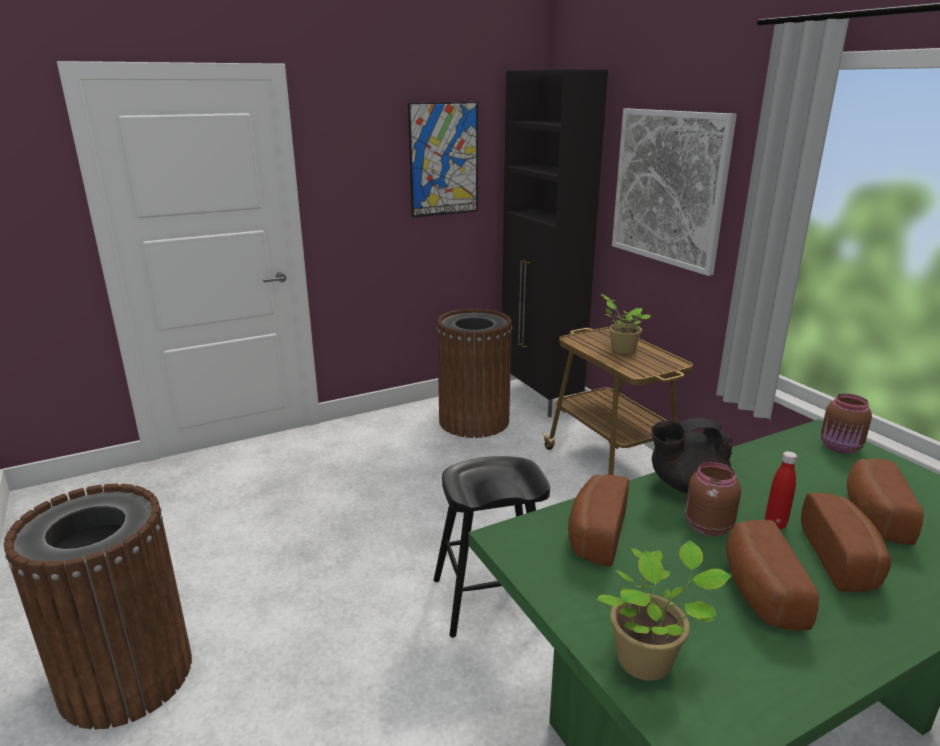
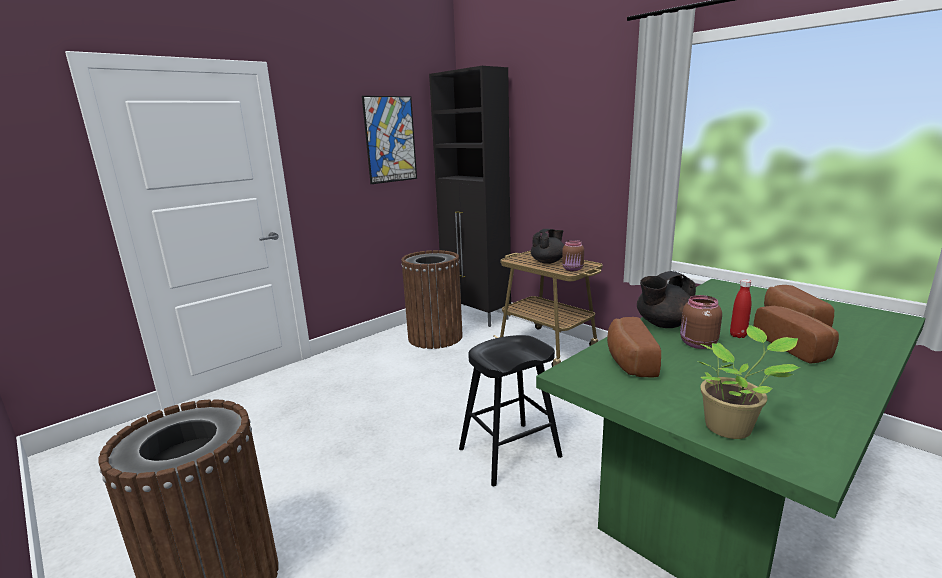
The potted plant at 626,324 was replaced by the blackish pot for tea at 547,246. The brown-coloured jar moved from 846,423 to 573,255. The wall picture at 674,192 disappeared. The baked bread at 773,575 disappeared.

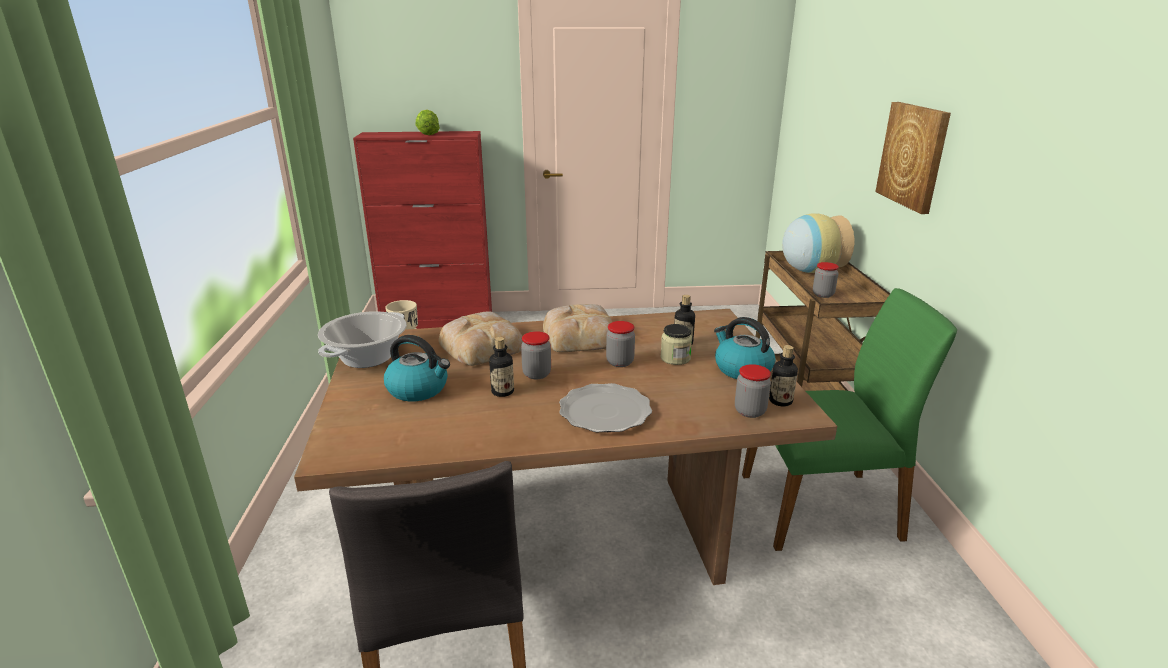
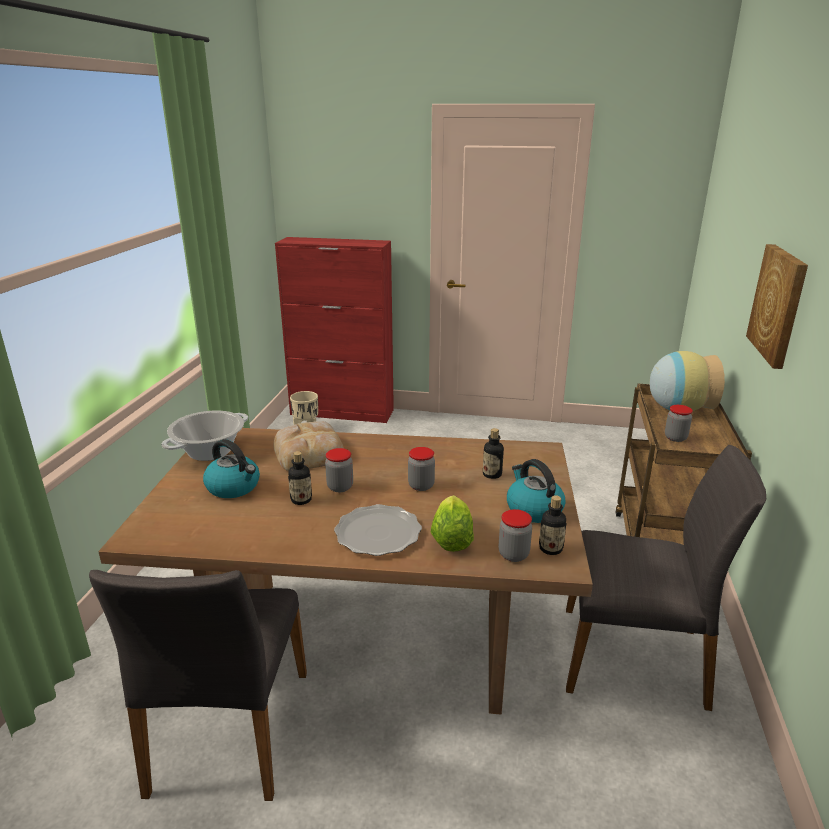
The lettuce moved from 427,122 to 452,523. The greenish plain chair at 849,419 became the greyish plain chair at 666,578. The baked bread at 577,328 disappeared. The jar at 676,344 disappeared.

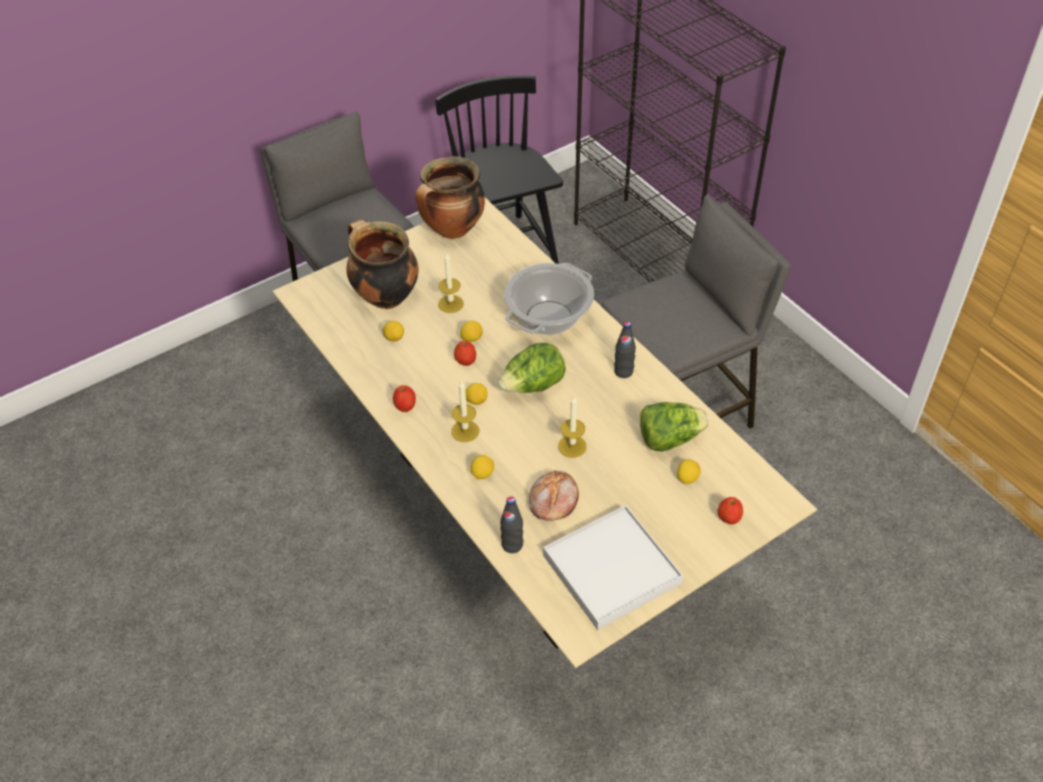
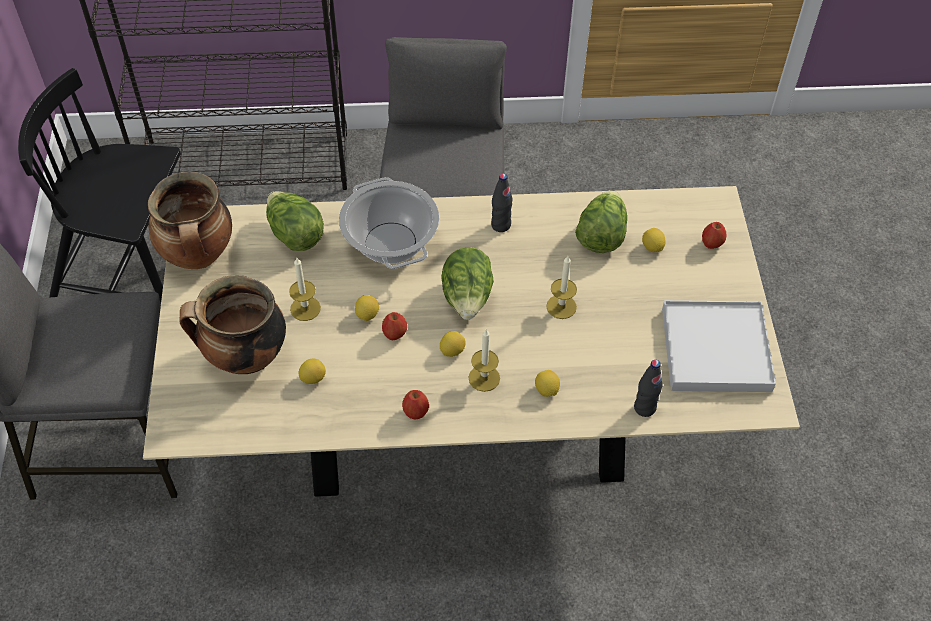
The lettuce at 295,221 appeared. The baked bread at 554,495 disappeared.

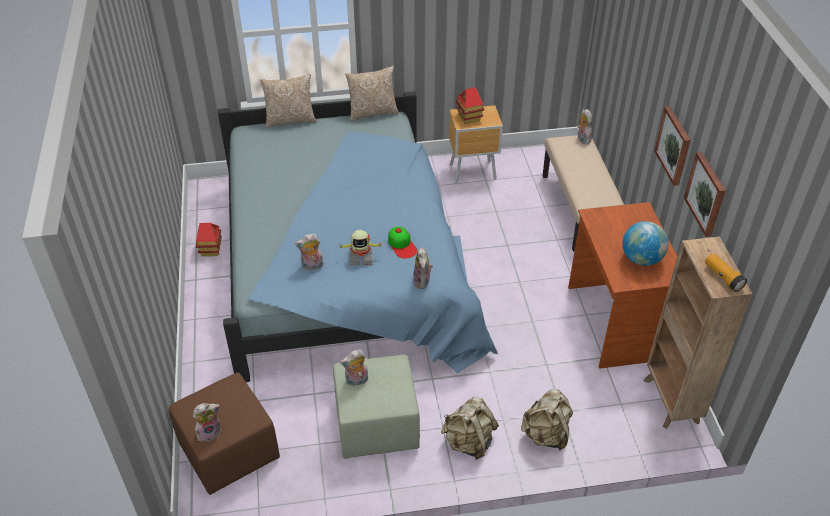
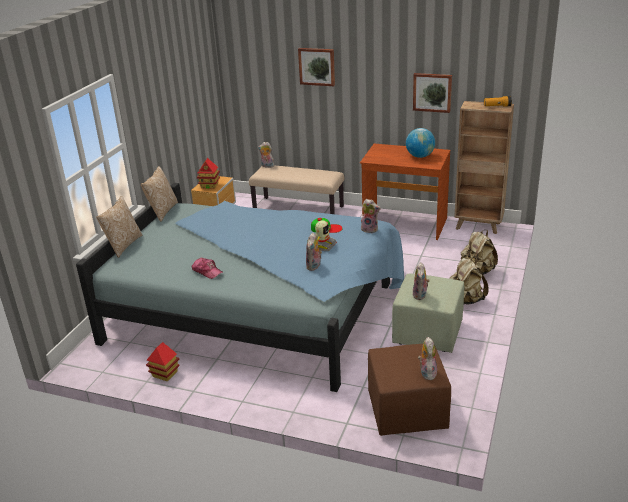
The cap at 207,268 appeared. The wall picture moved from 672,146 to 316,67.

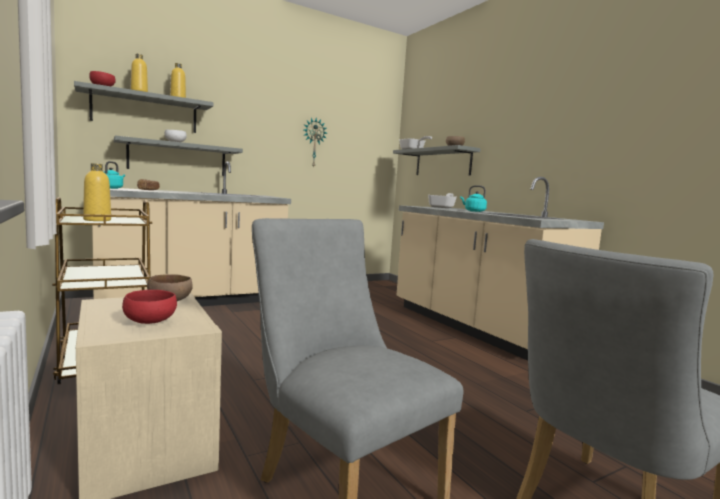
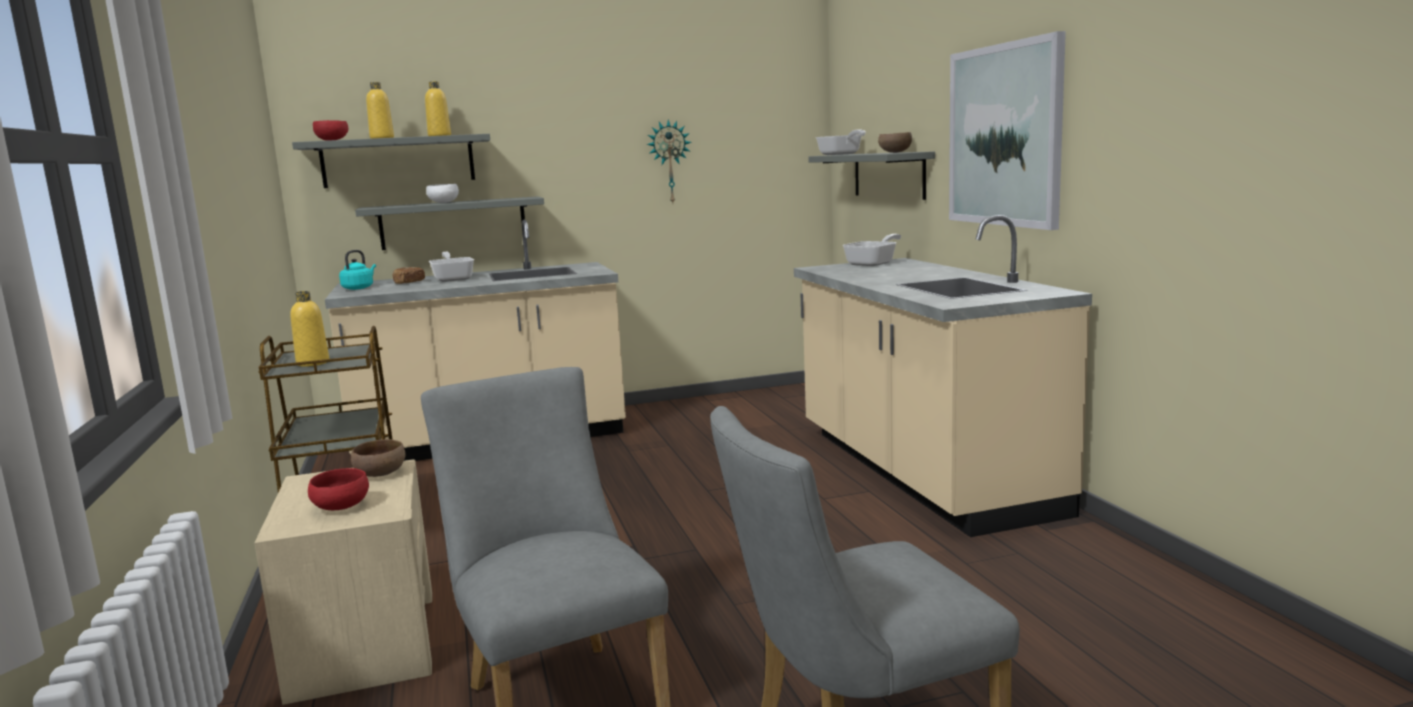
The frying pan at 451,267 appeared. The wall picture at 1007,130 appeared. The turquoise-coloured tea kettle at 473,198 disappeared.

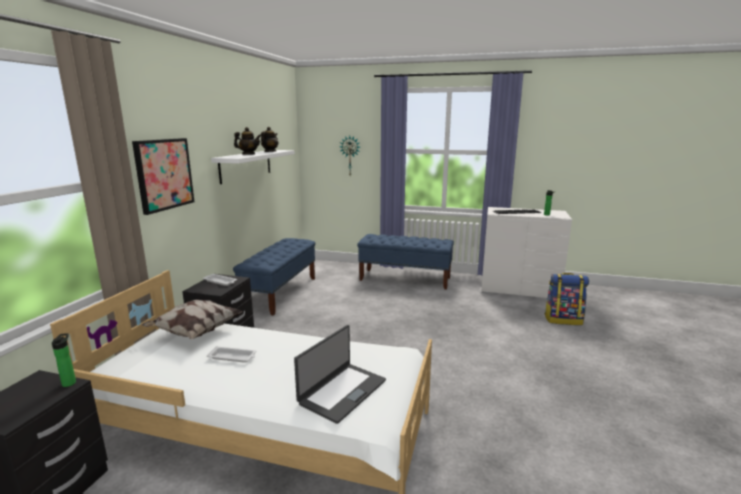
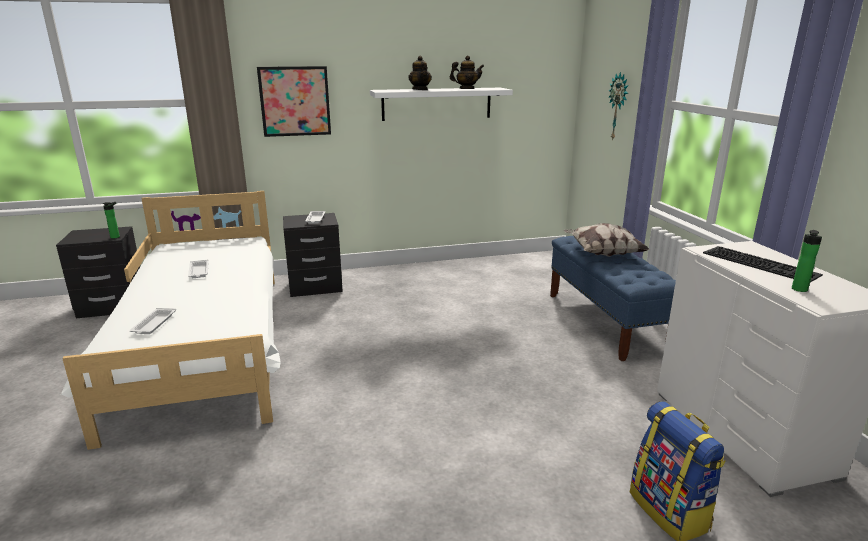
The notebook computer at 340,374 was replaced by the white serving tray at 153,321. The cushion moved from 192,319 to 607,240. The blue-coloured bench at 274,276 disappeared.

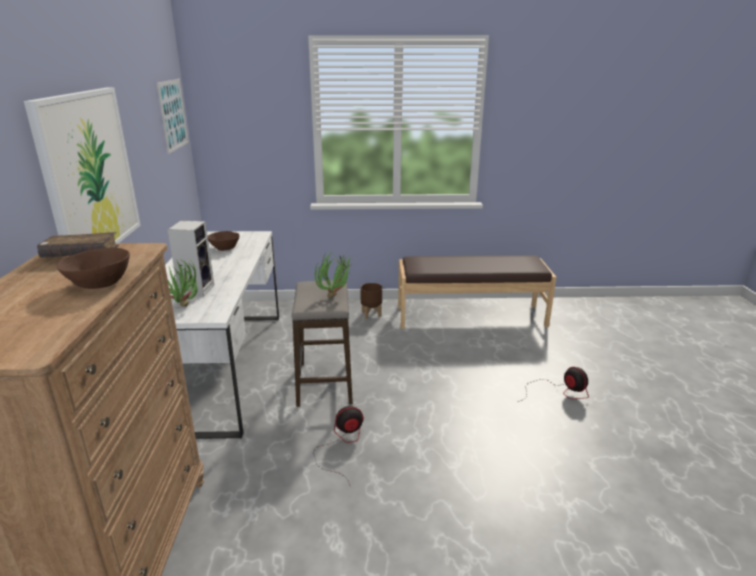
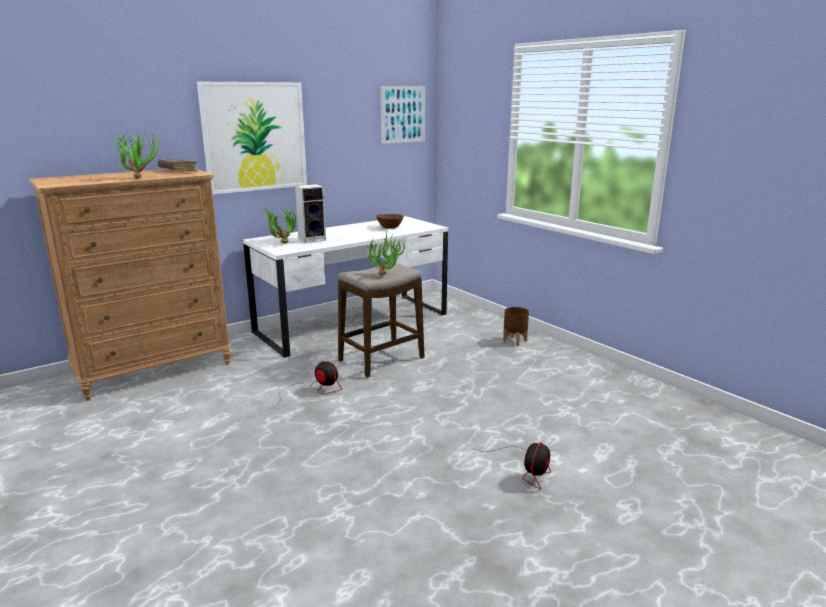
The brown-coloured bowl at 93,268 was replaced by the potted plant at 138,154. The brown-coloured bench at 477,292 disappeared.

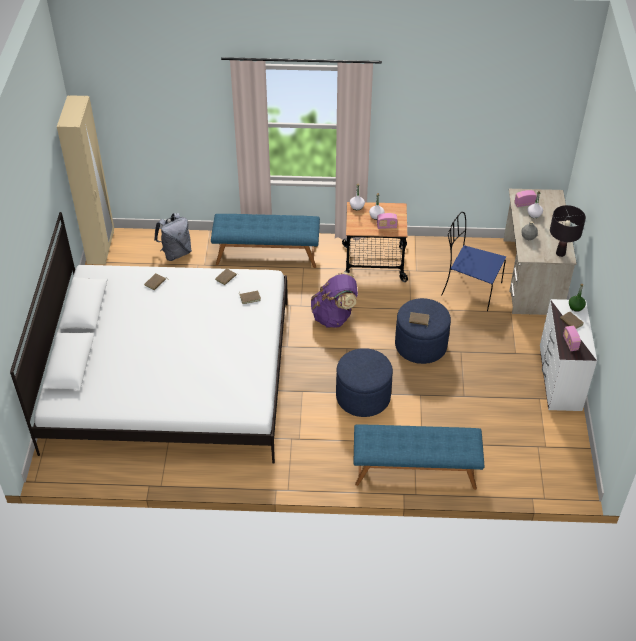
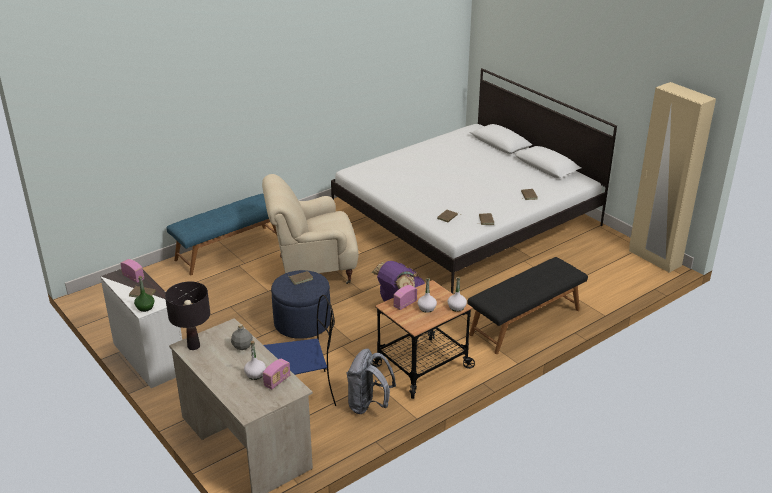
The blue-coloured ottoman at 364,382 was replaced by the sand-coloured easy chair at 310,229. The greyish rucksack moved from 173,237 to 371,381. The blue-coloured bench at 265,241 became the blackish bench at 528,305.

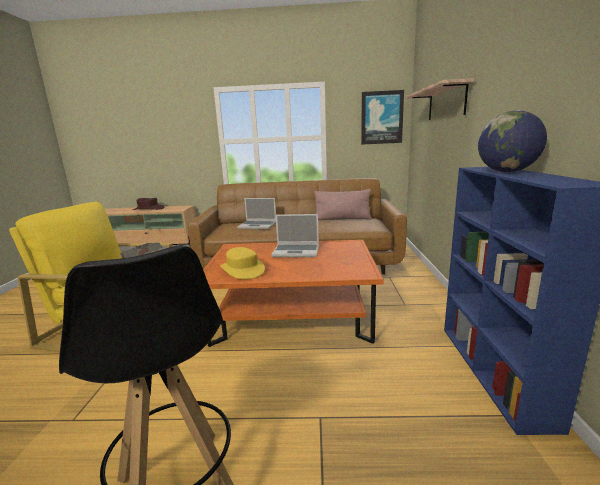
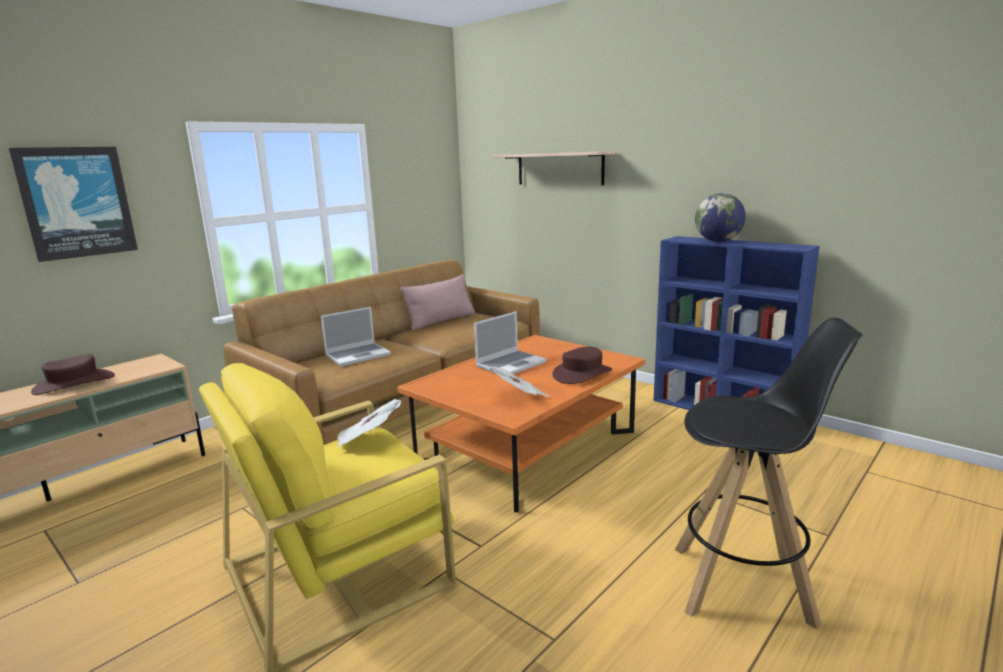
The wall picture moved from 382,117 to 73,204. The yellowish clothing hat at 242,263 was replaced by the daily paper at 518,381. The brown-coloured clothing hat at 582,365 appeared.

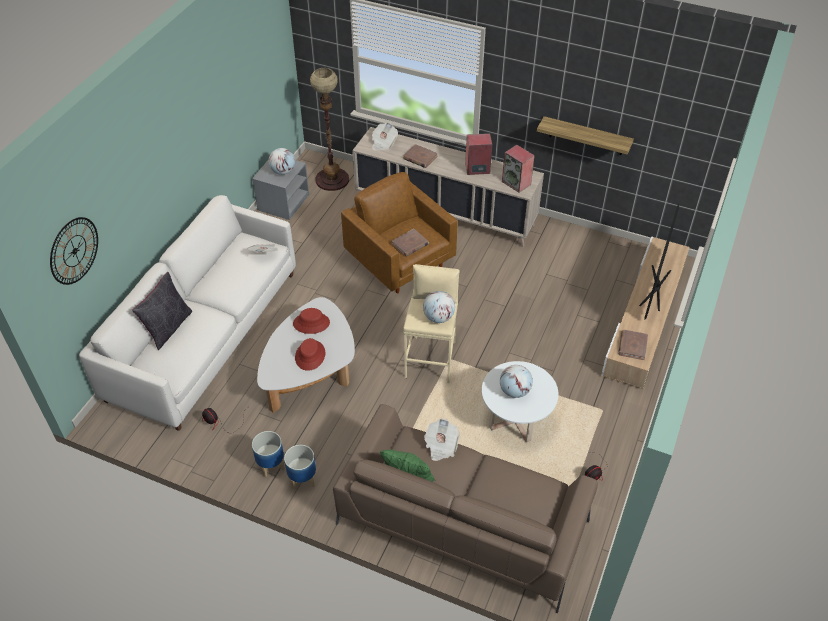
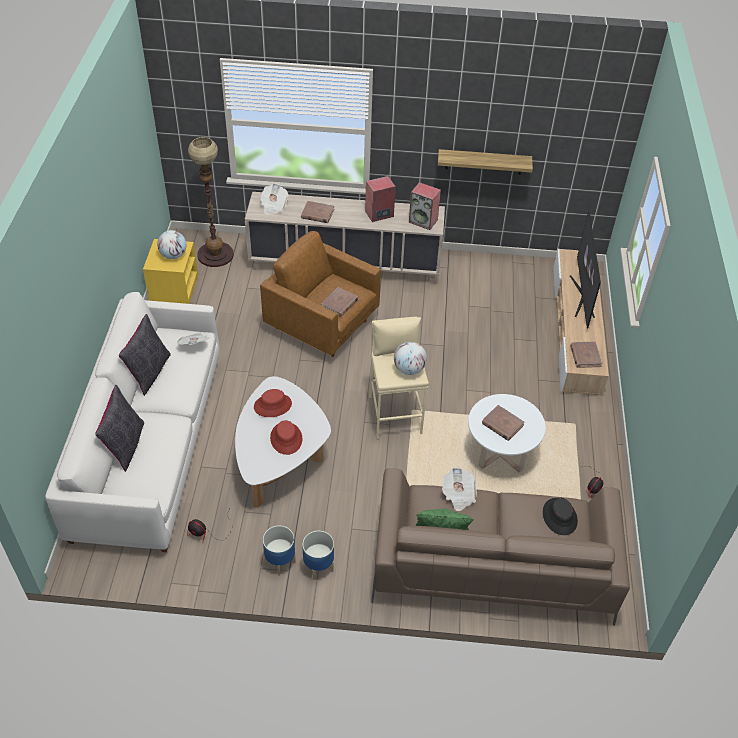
The blackish cushion at 145,355 appeared. The greyish bedside table at 280,189 became the yellowish bedside table at 170,271. The world globe at 516,381 was replaced by the brown-coloured bound book at 503,423. The blackish clothing hat at 560,516 appeared. The hanging clock at 74,251 disappeared.

